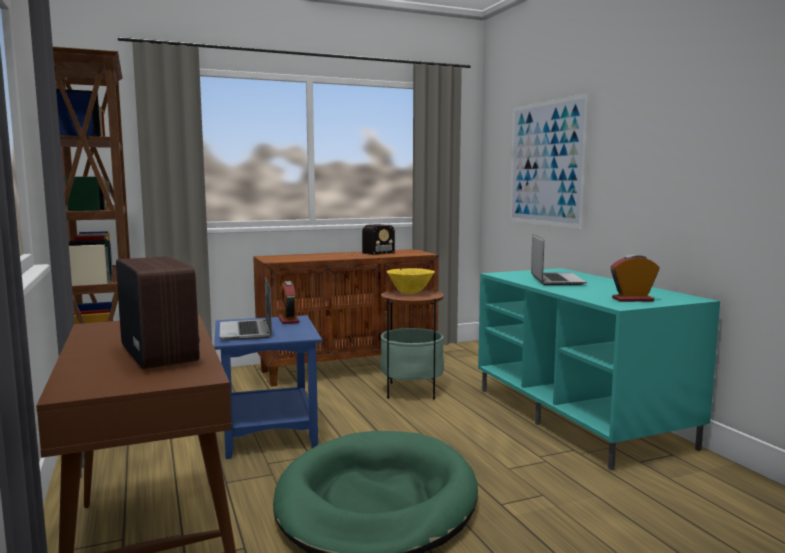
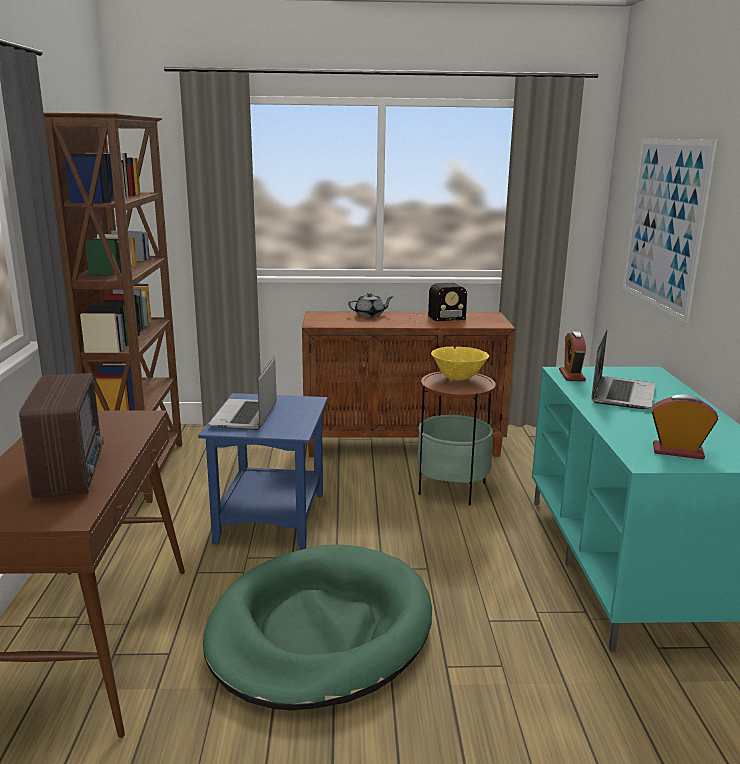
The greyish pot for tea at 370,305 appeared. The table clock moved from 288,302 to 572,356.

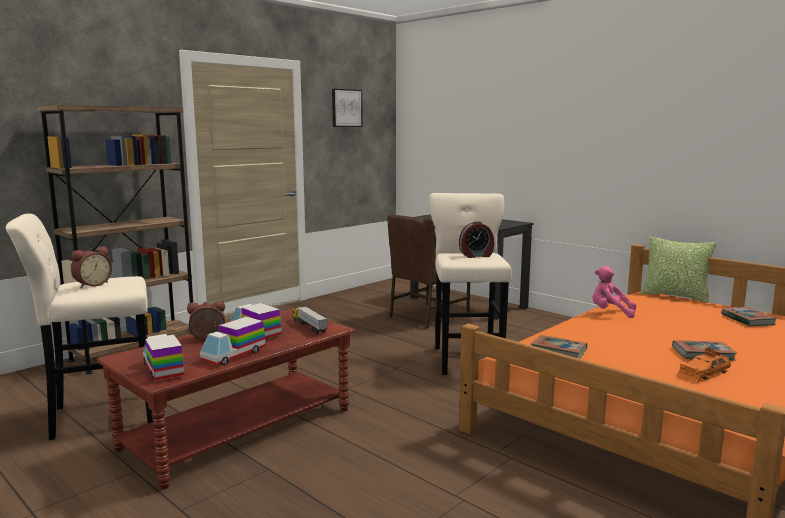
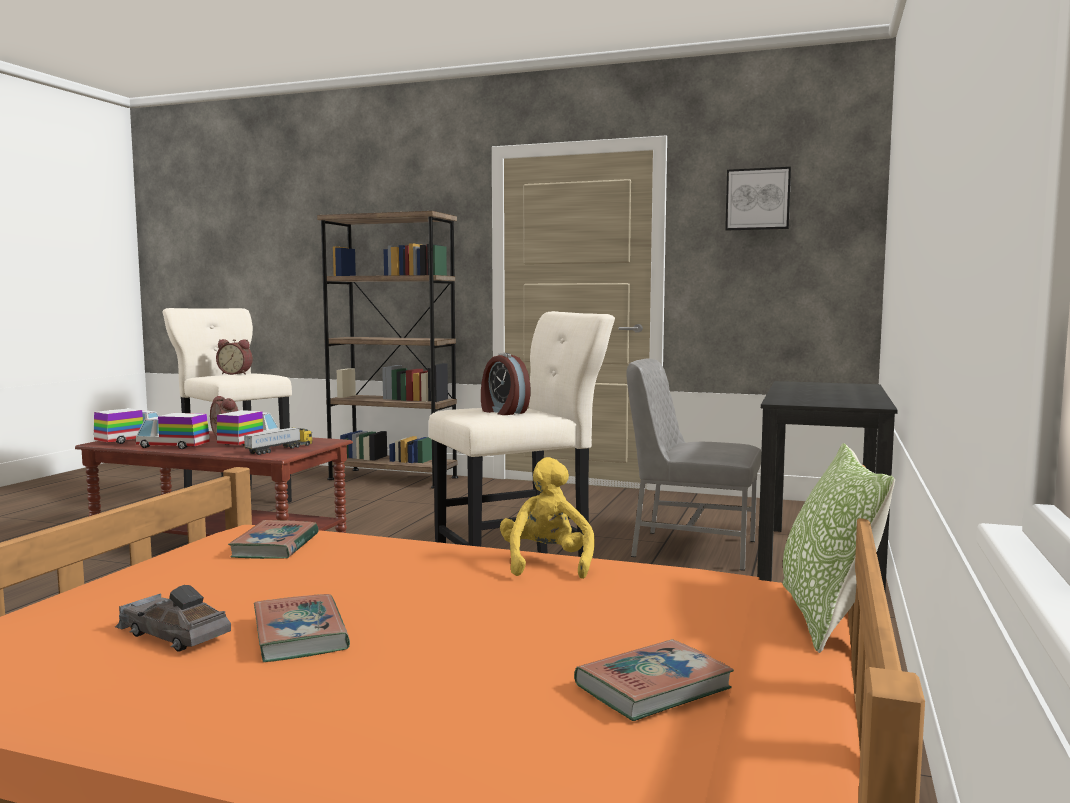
The orange model car at 703,365 became the greyish model car at 173,618. The pinkish soft toy at 614,292 became the yellowish soft toy at 547,518. The brown-coloured plain chair at 428,271 became the greyish plain chair at 693,465.

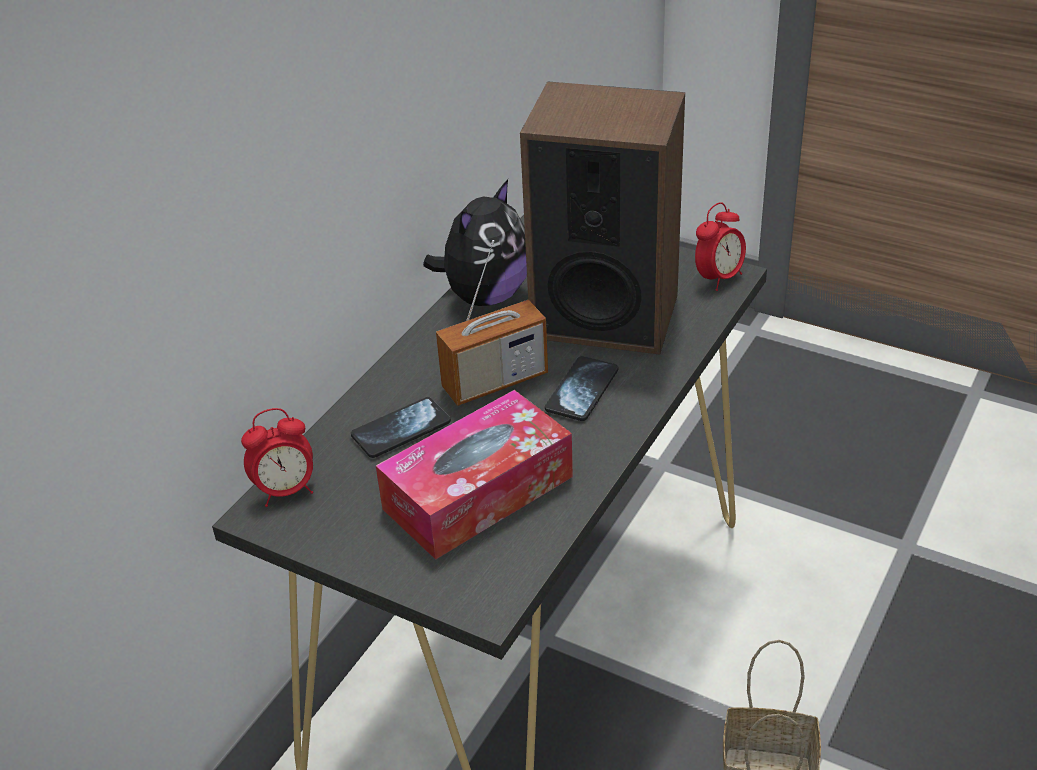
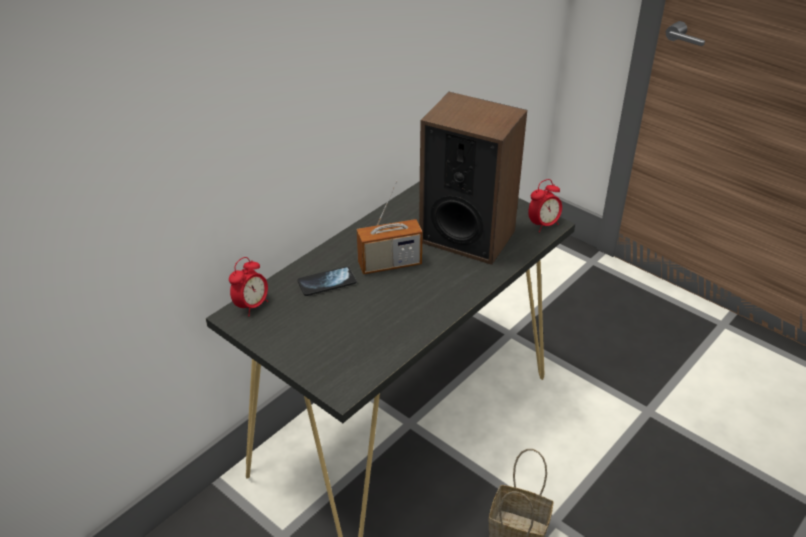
The table clock at 277,457 turned 45 degrees counterclockwise. The tissue holder at 474,475 disappeared. The soft toy at 475,242 disappeared. The phone at 581,388 disappeared.

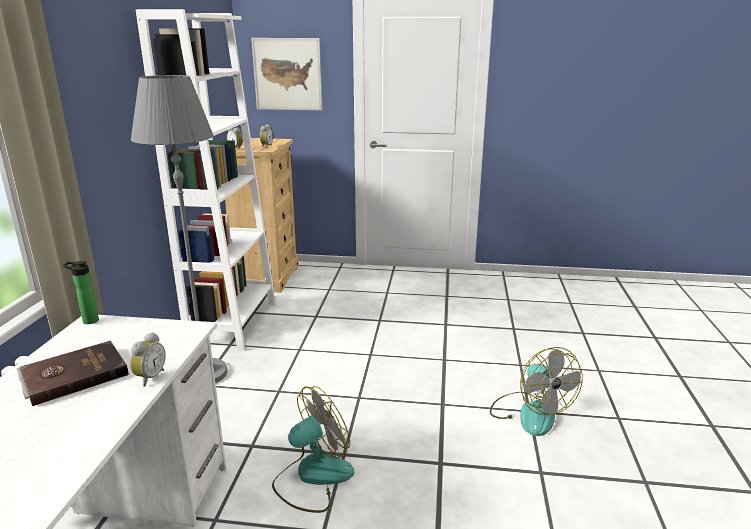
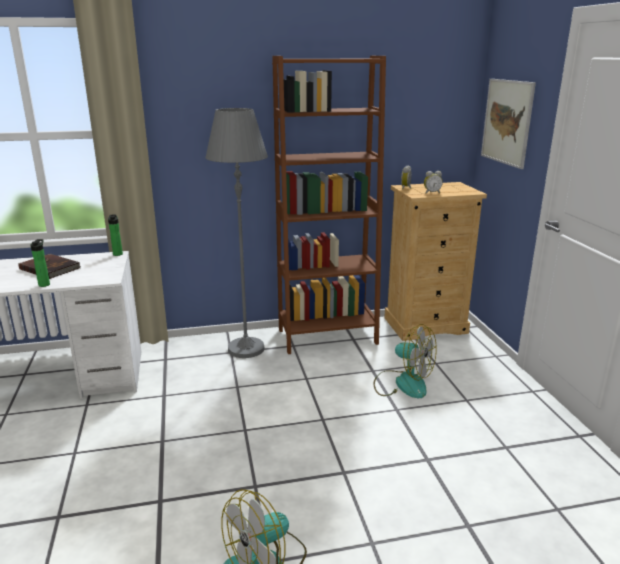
The table clock at 148,359 was replaced by the drink bottle at 40,263. The white bookcase at 206,180 became the brown-coloured bookcase at 329,205. The fan moved from 313,449 to 405,361.

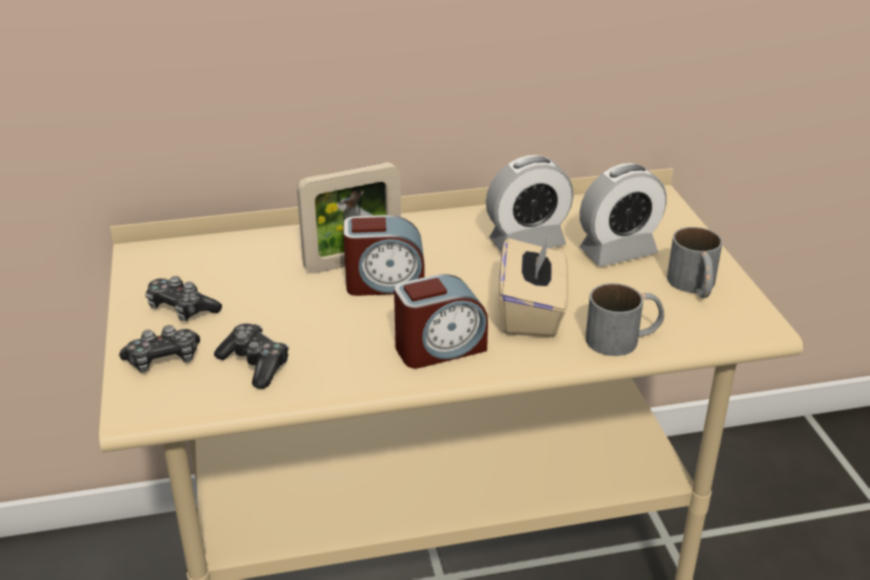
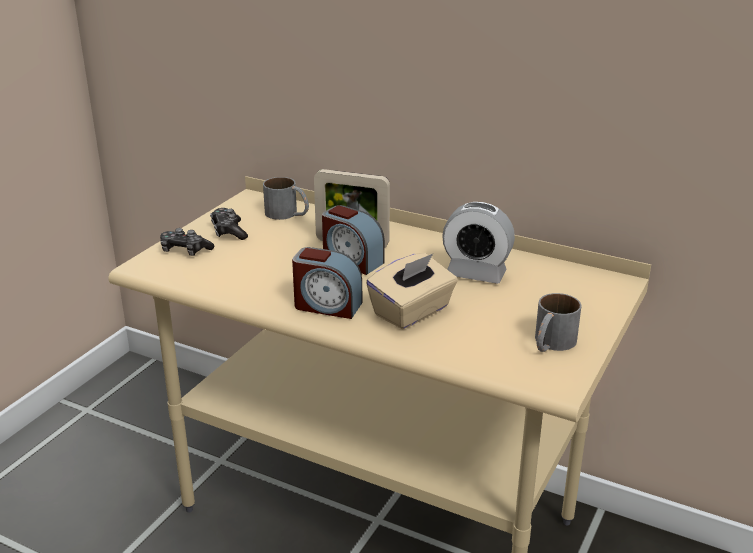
The greyish coffee mug moved from 625,319 to 286,198. The gamepad at 251,356 disappeared. The table clock at 623,215 disappeared.

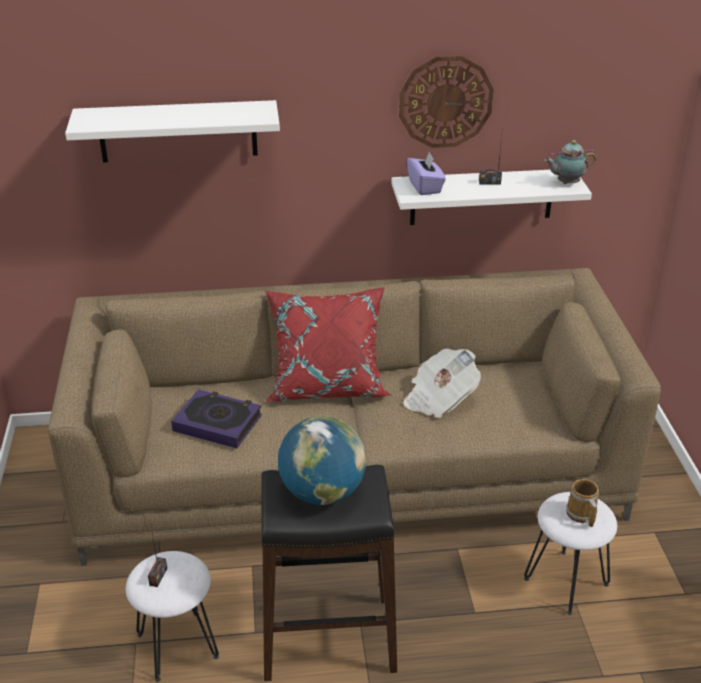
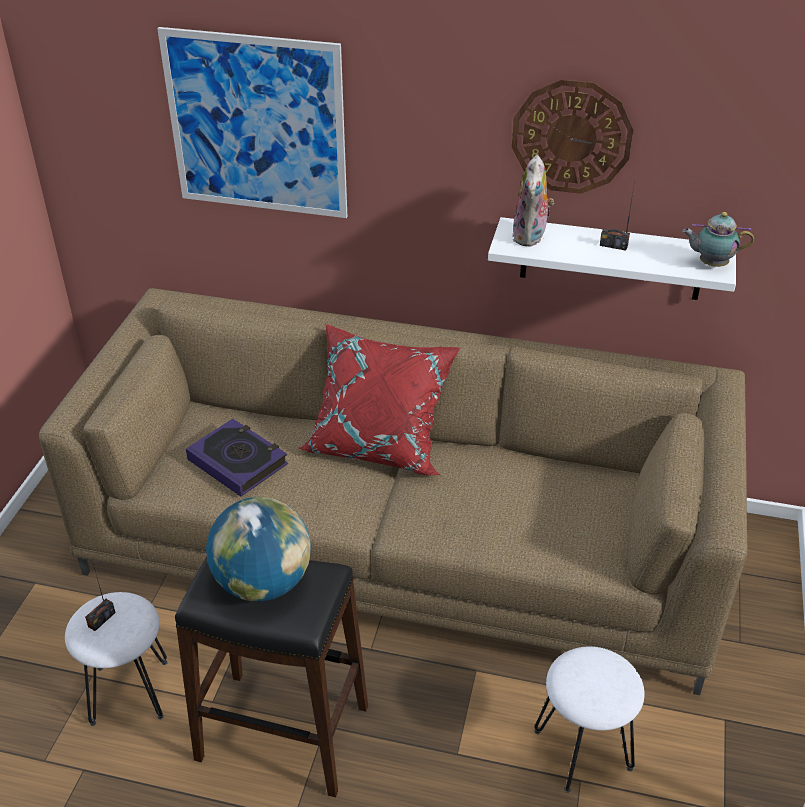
The white shelf at 172,131 was replaced by the wall picture at 252,122. The purple-coloured tissue holder at 426,173 was replaced by the soft toy at 533,201. The daily paper at 442,383 disappeared. The coffee mug at 582,503 disappeared.

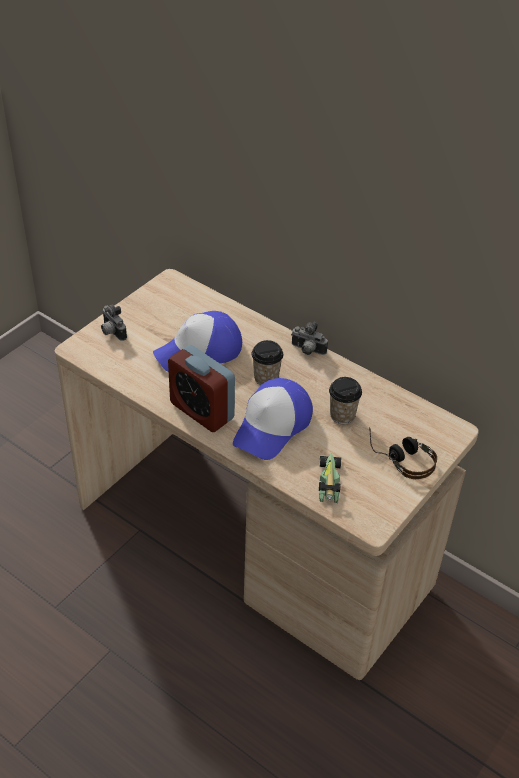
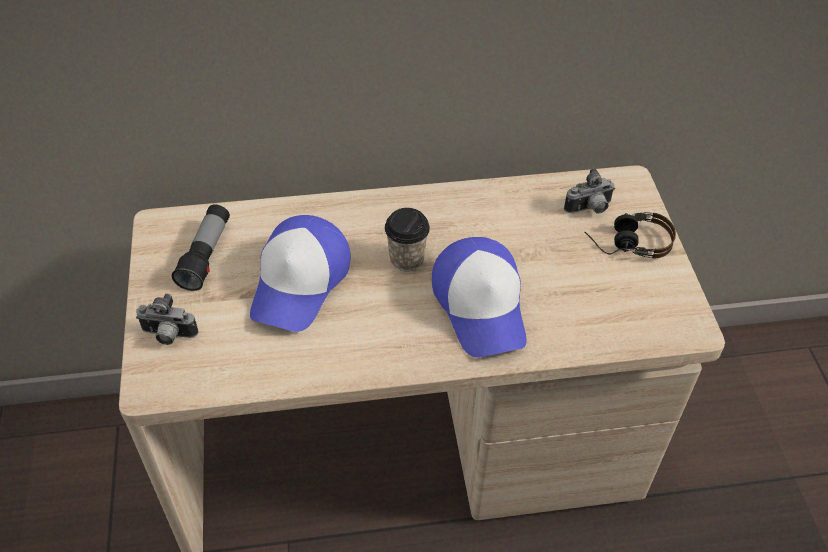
The torch at 201,247 appeared. The still camera moved from 309,338 to 589,191. The table clock at 201,388 disappeared. The model car at 330,478 disappeared. The cup at 345,400 disappeared.

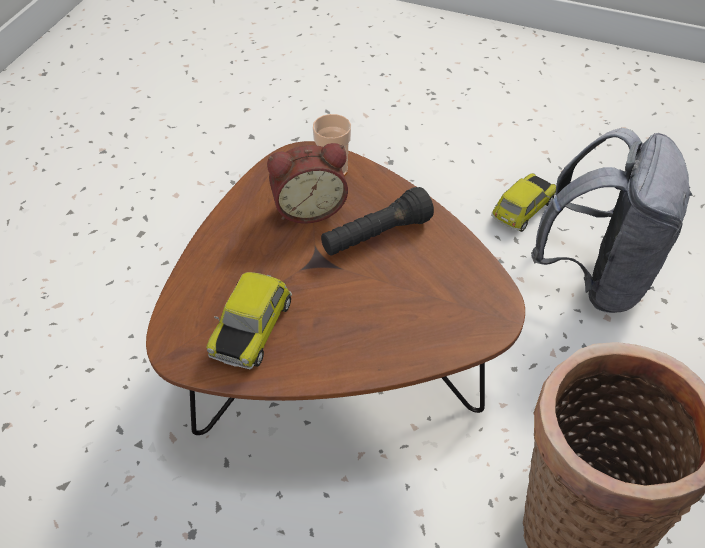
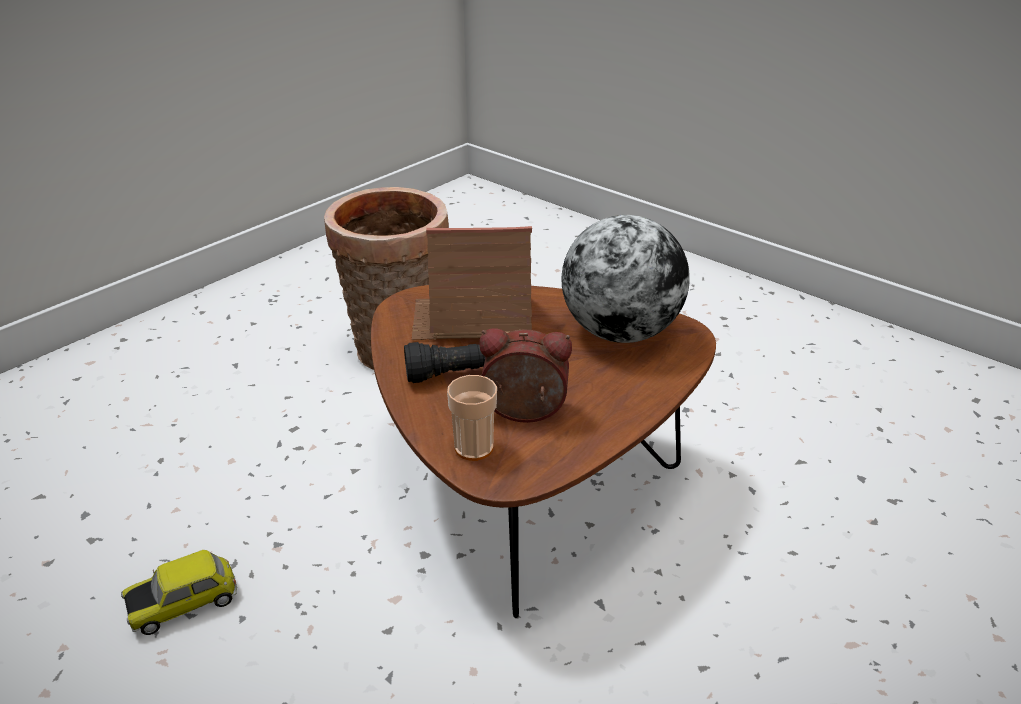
The model house at 472,283 appeared. The model car at 249,320 was replaced by the world globe at 625,279. The greyish rucksack at 612,220 disappeared.

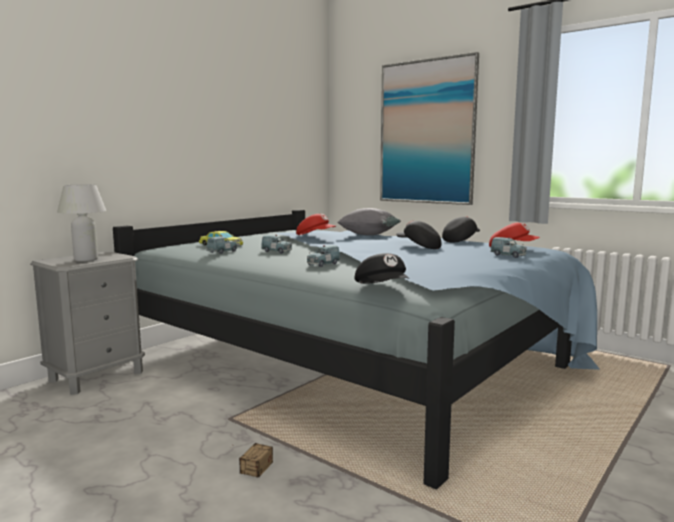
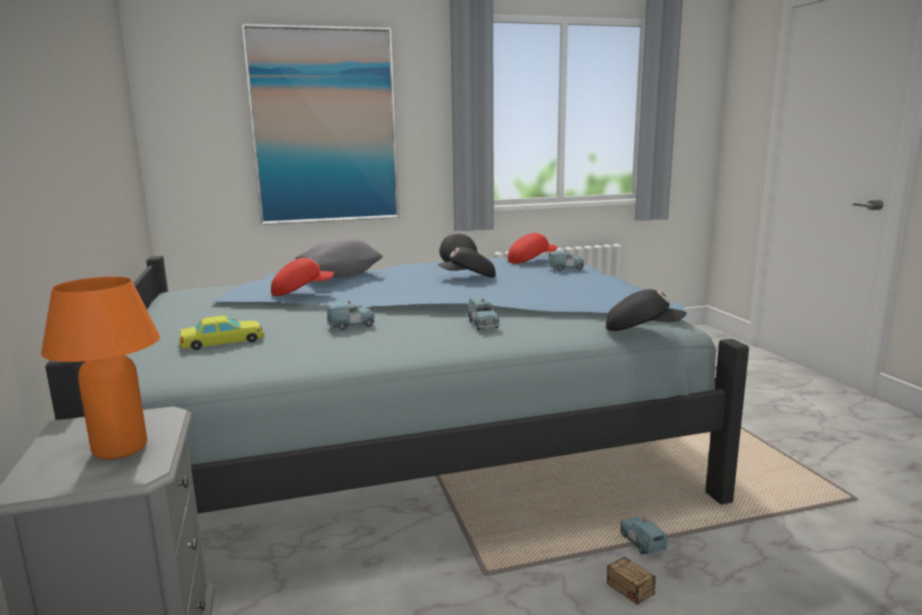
The white lamp for a table at 81,223 became the orange lamp for a table at 100,368. The blue-coloured model car moved from 221,244 to 644,536.

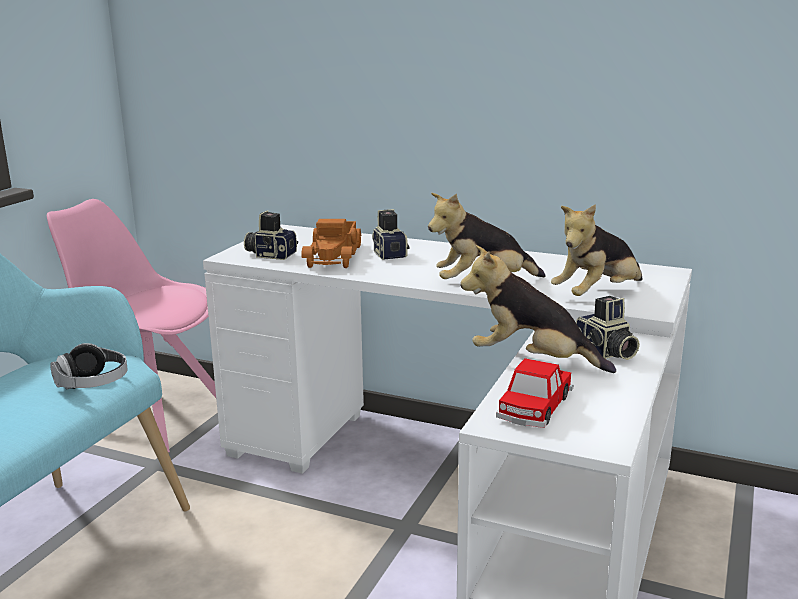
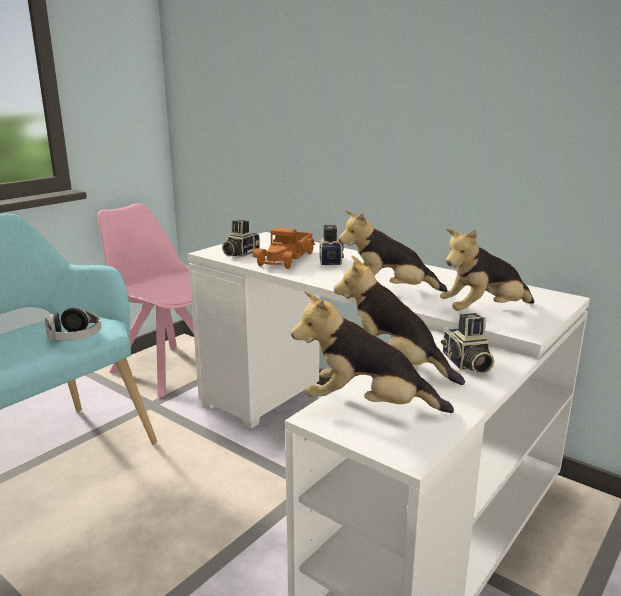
The still camera at 271,235 turned 90 degrees counterclockwise. The model car at 535,393 was replaced by the soft toy at 372,352.

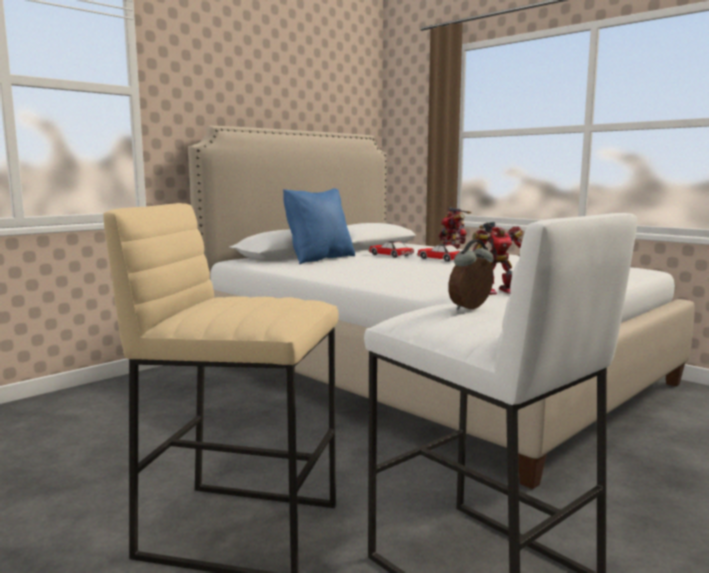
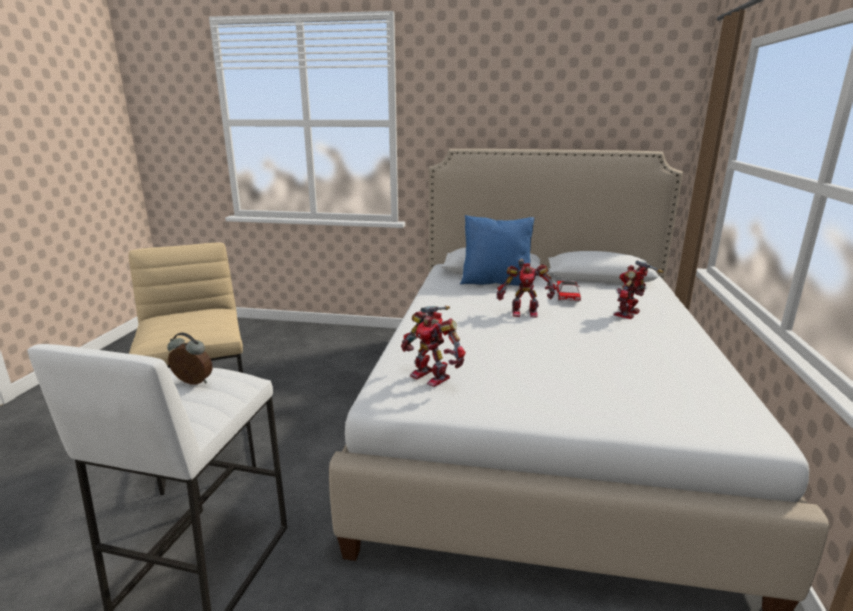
The robot figure at 527,288 appeared. The model car at 438,253 disappeared.

